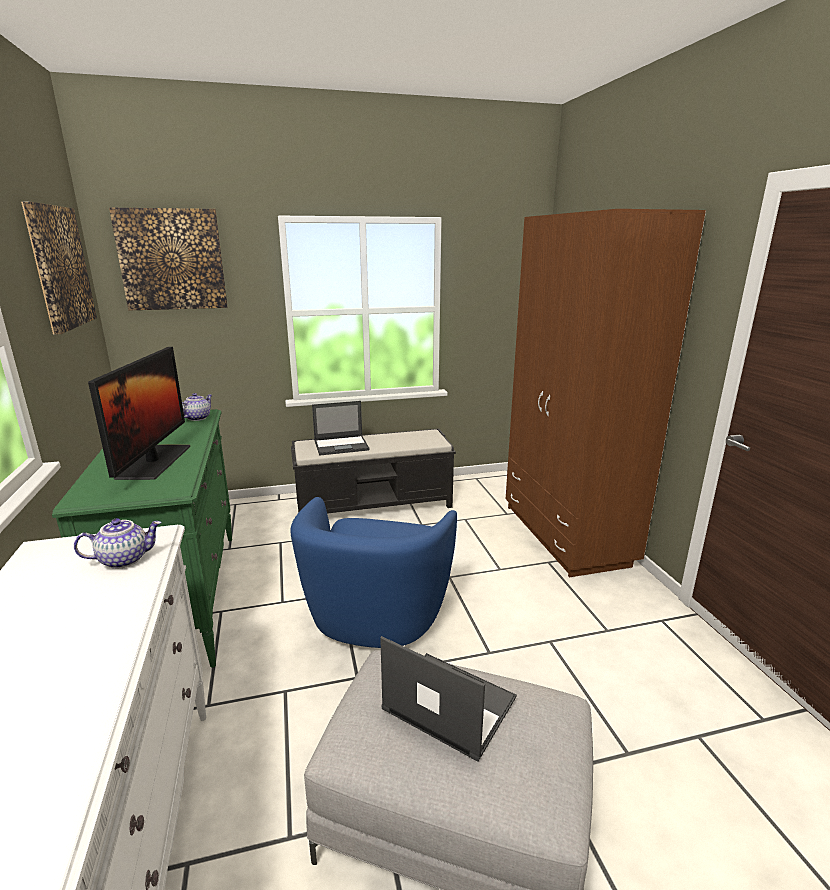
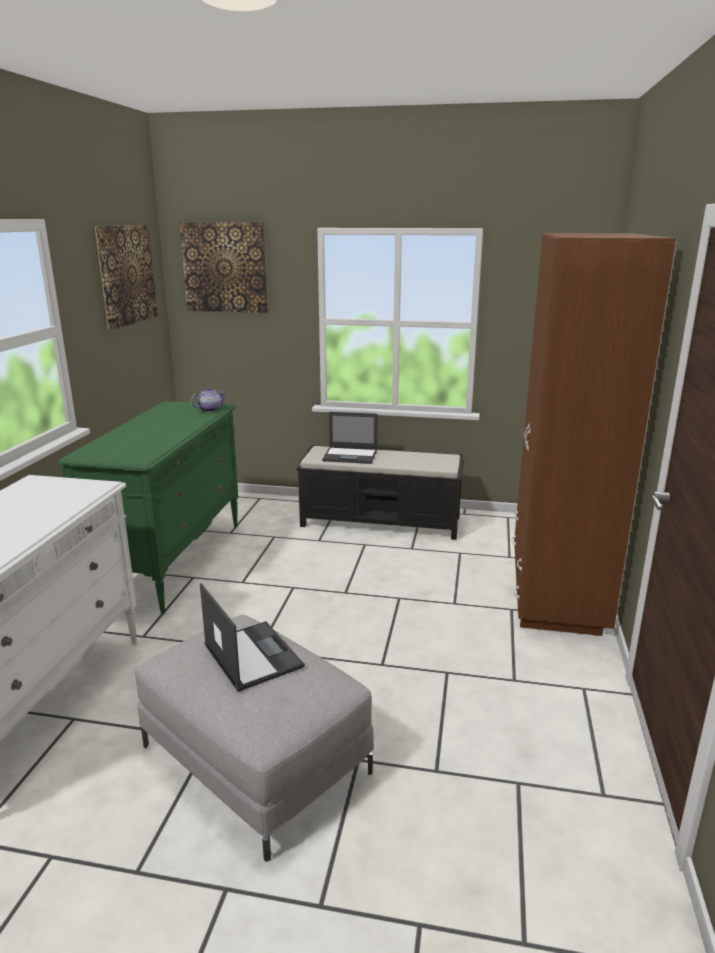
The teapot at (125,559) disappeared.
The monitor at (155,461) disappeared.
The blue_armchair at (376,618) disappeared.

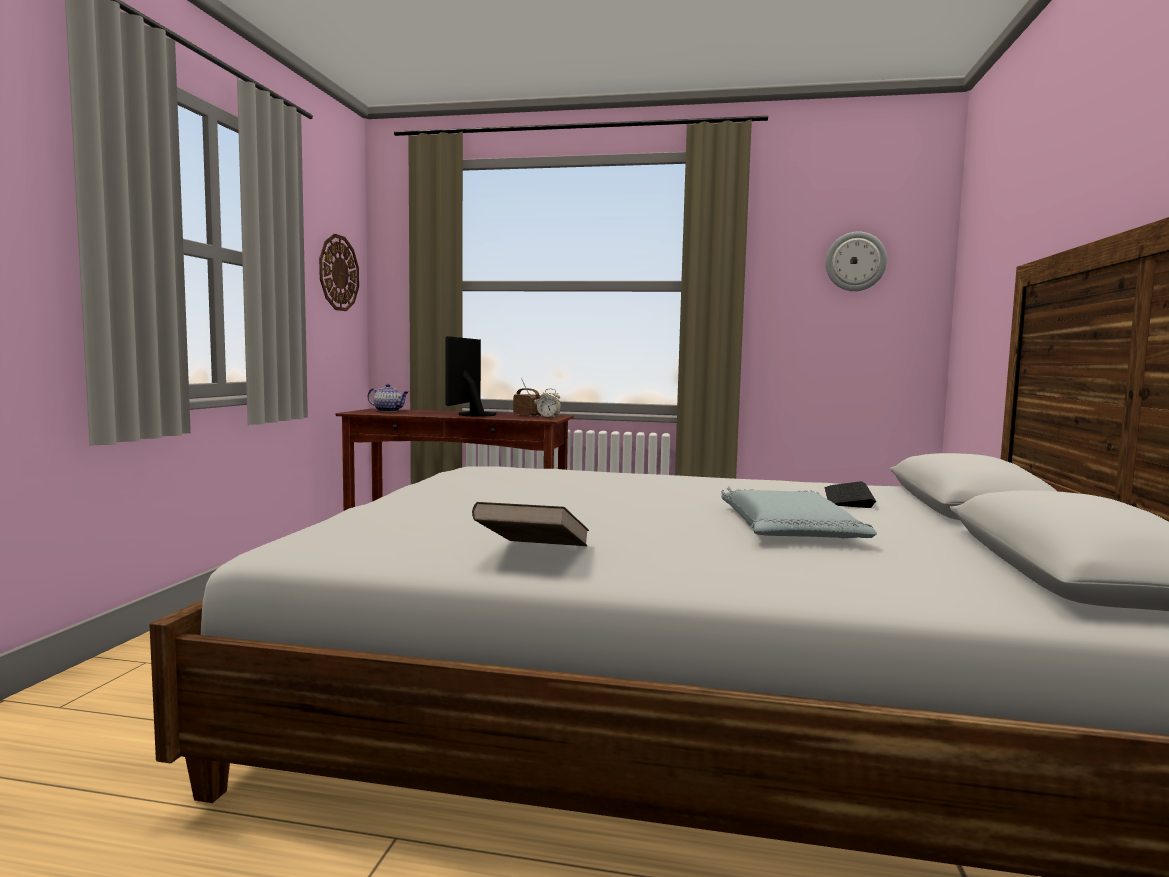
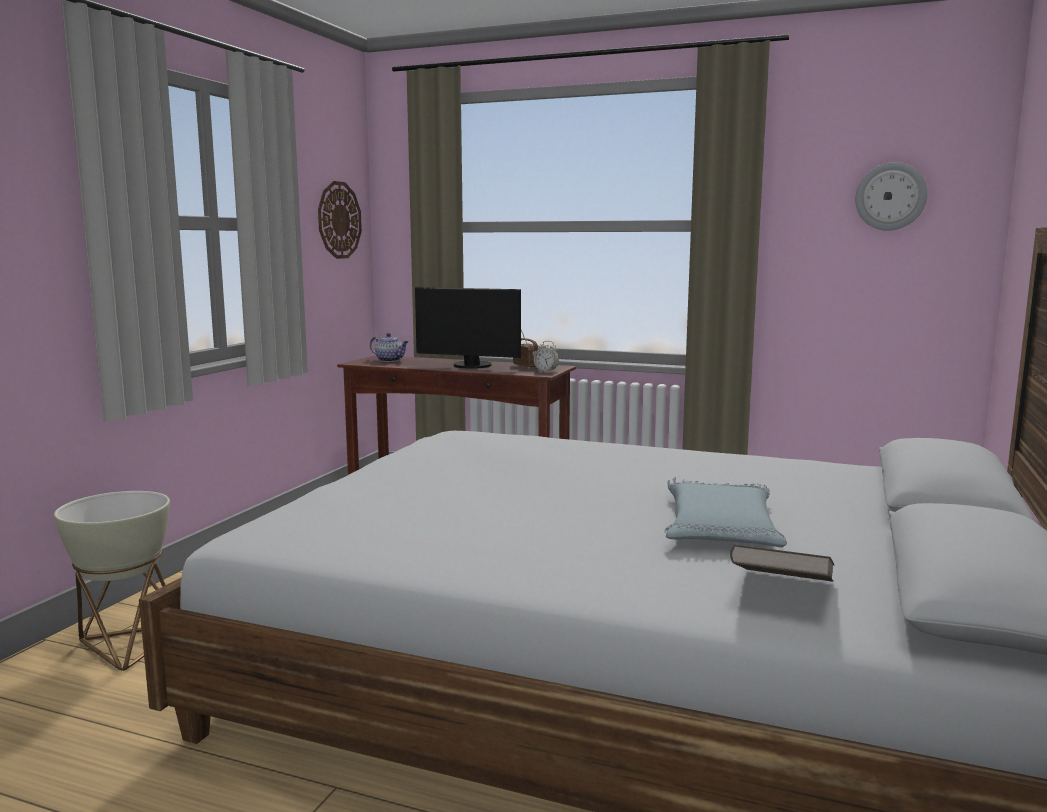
The monitor at (472,414) turned 90 degrees counterclockwise.
The brown_book moved from (533,555) to (782,592).
The keyboard at (848,497) disappeared.
The planter at (128,644) appeared.

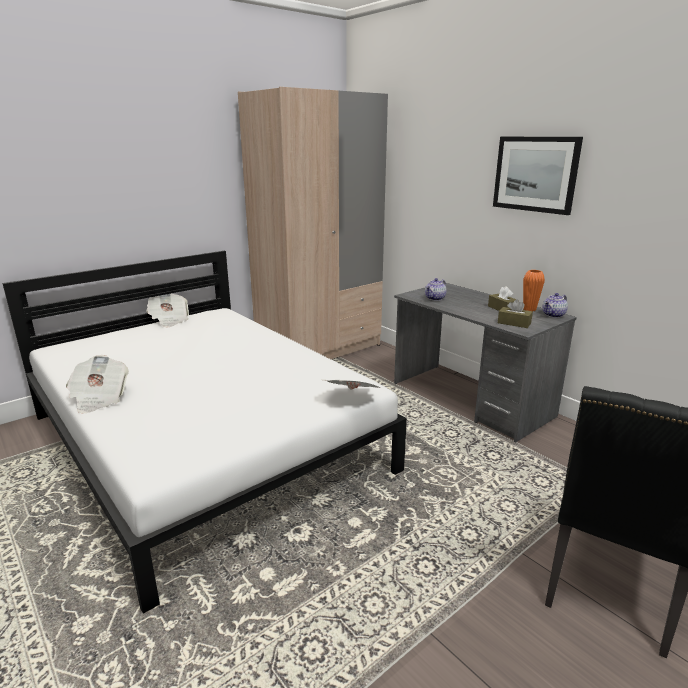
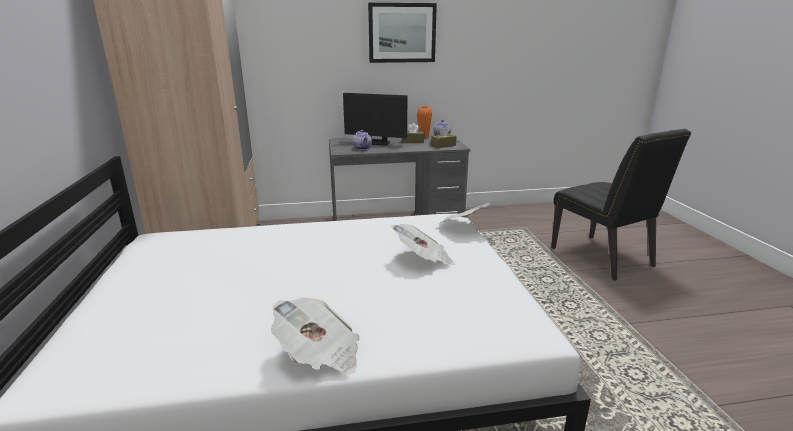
The newspaper moved from (169,320) to (423,259).
The monitor at (376,142) appeared.

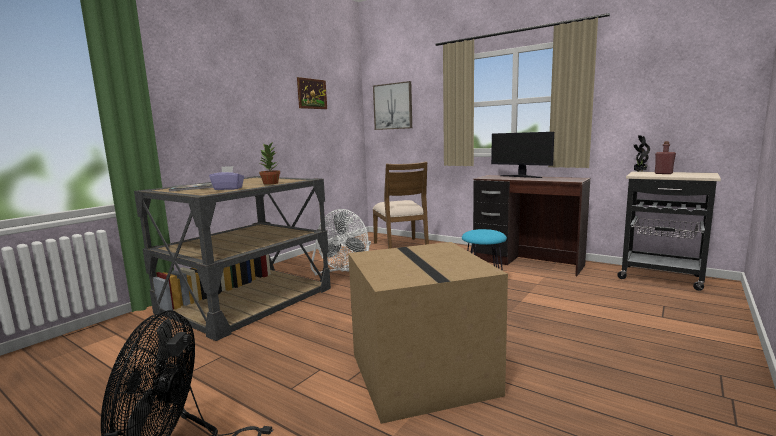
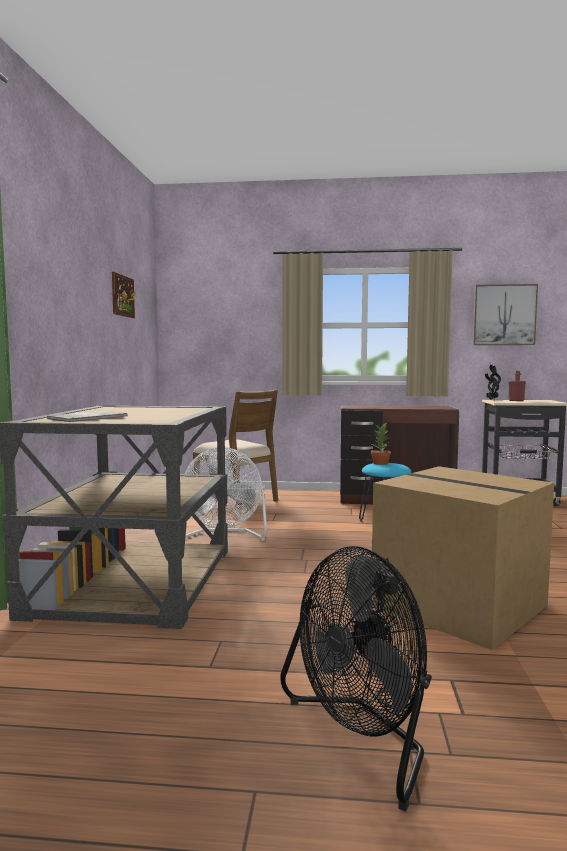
The purple_tissue_box at (228,189) disappeared.
The potted_plant moved from (270,183) to (381,463).
The picture moved from (393,106) to (504,315).
The monitor at (521,176) disappeared.

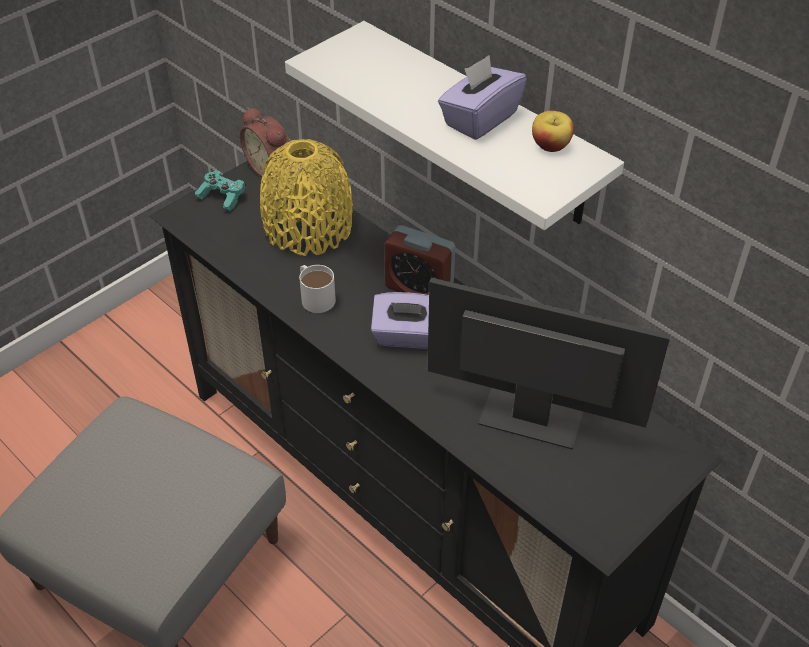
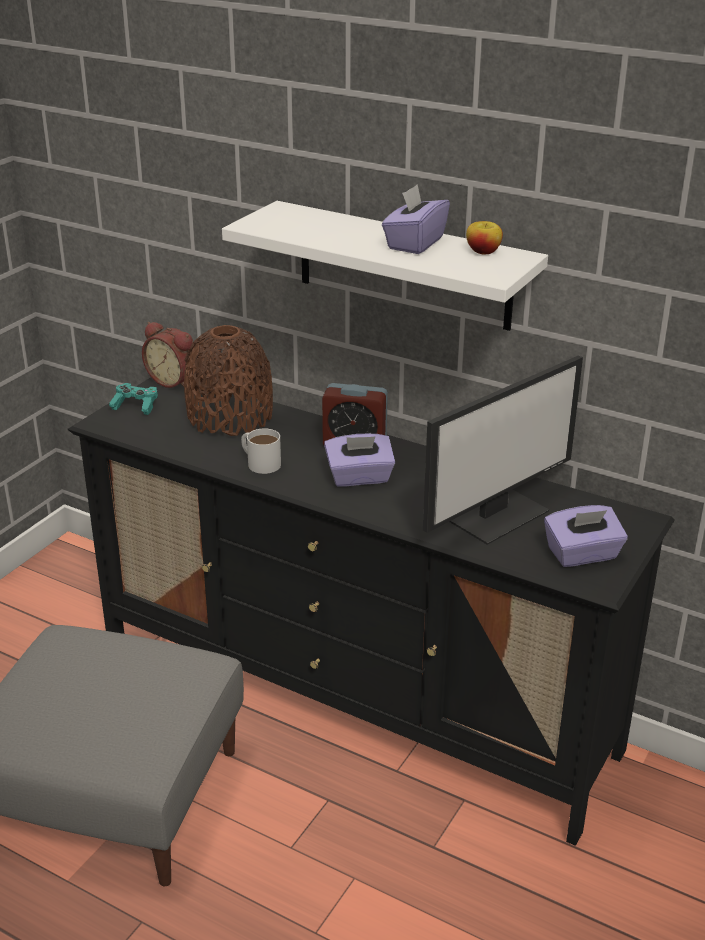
The yellow_vase at (308,228) became the brown_vase at (230,417).
The monitor at (530,416) turned 135 degrees clockwise.
The purple_tissue_box at (582,554) appeared.

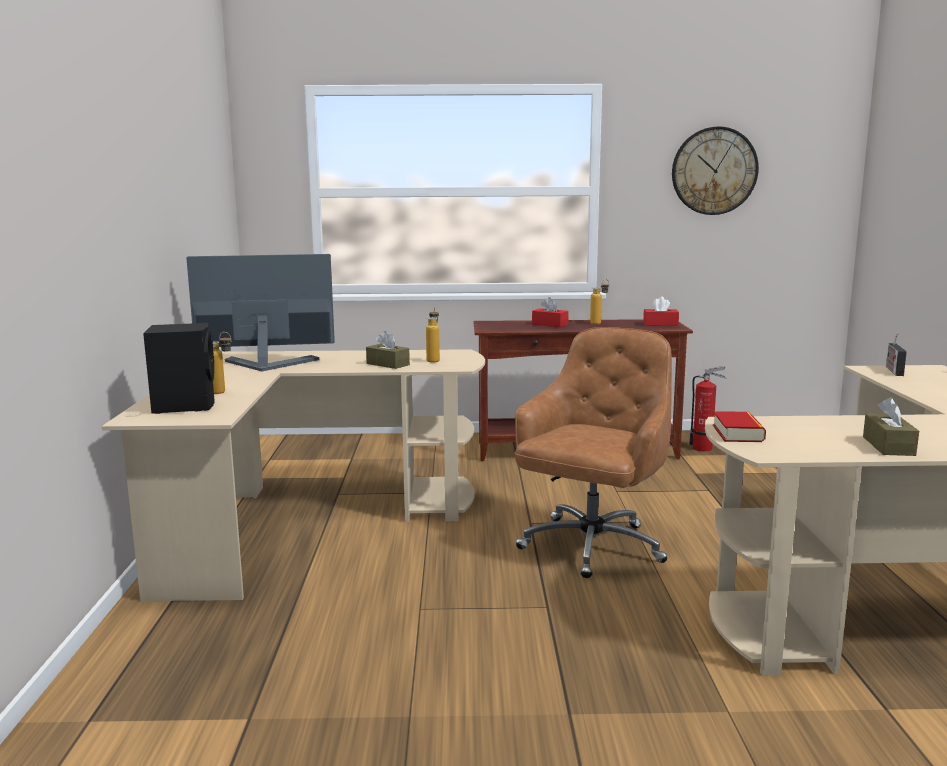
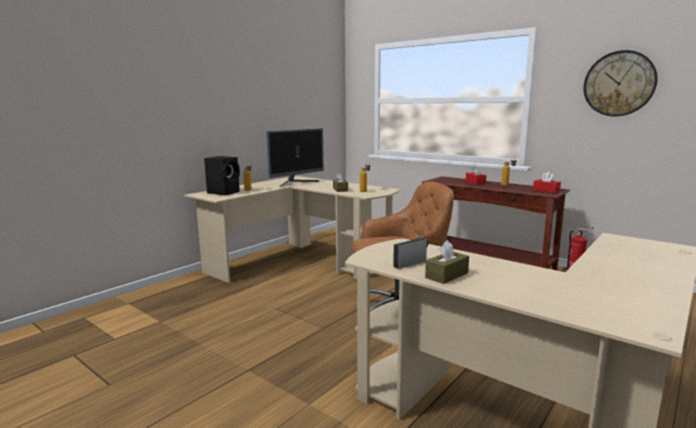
The monitor at (266,365) turned 105 degrees clockwise.
The book at (737,433) disappeared.
The radio moved from (893,370) to (411,263).

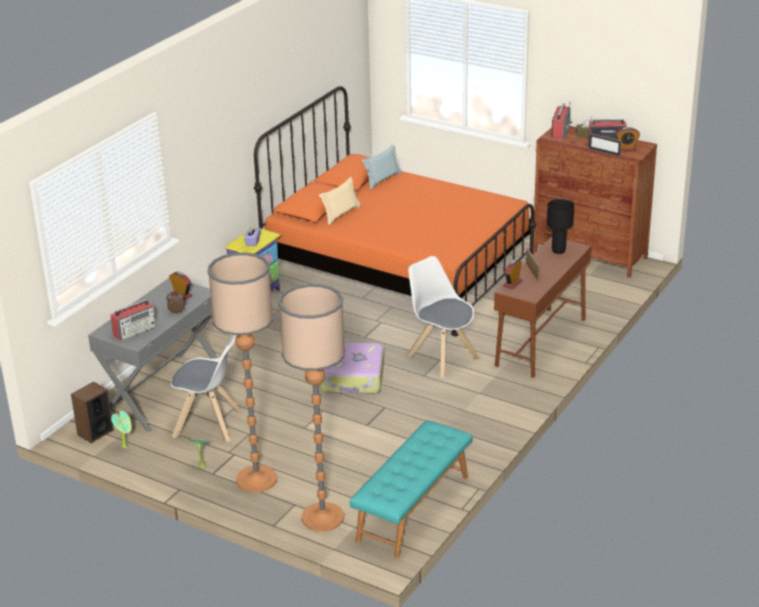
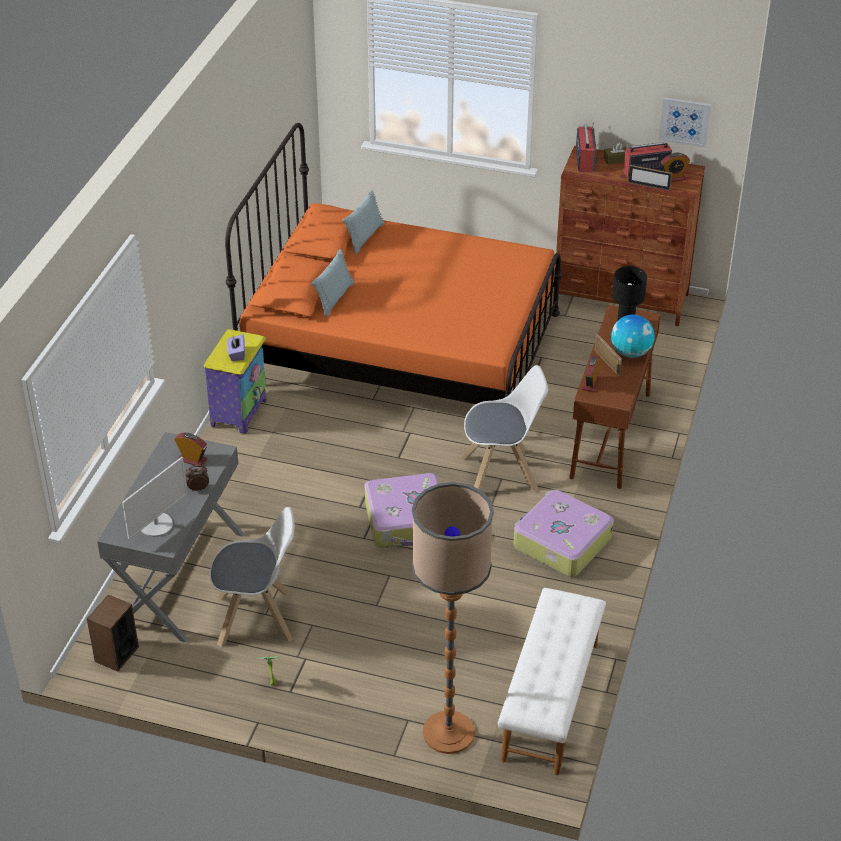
The radio at (135,330) was replaced by the monitor at (156,525).
The potted_plant at (125,446) disappeared.
The floor_lamp at (257,479) disappeared.
The beige_pillow at (340,214) became the blue_pillow at (334,298).
The turquoise_bench at (414,508) became the white_bench at (551,701).
The chair at (441,356) turned 135 degrees clockwise.
The suitcase at (561,542) appeared.
The globe at (631,353) appeared.
The picture at (684,121) appeared.

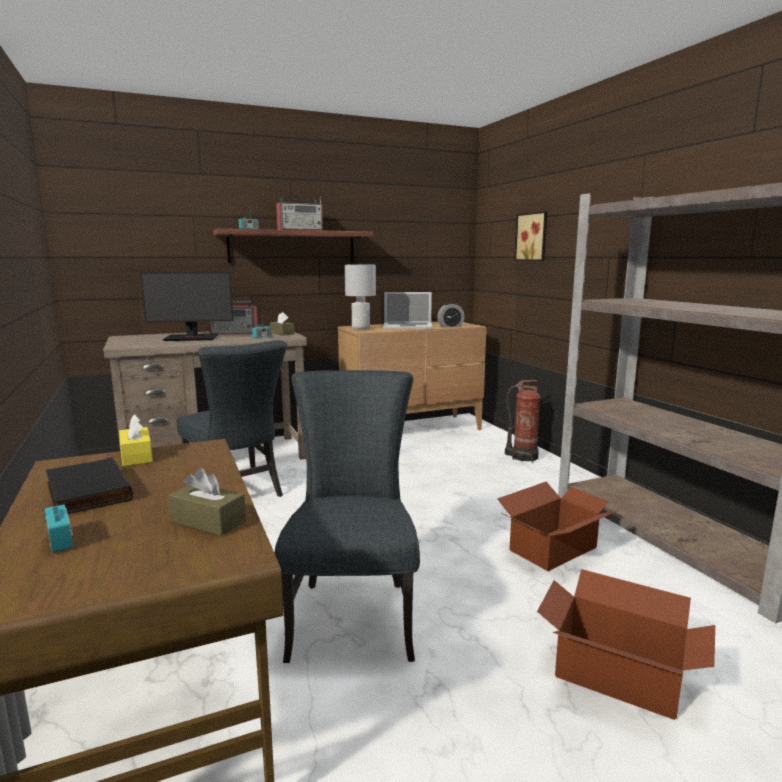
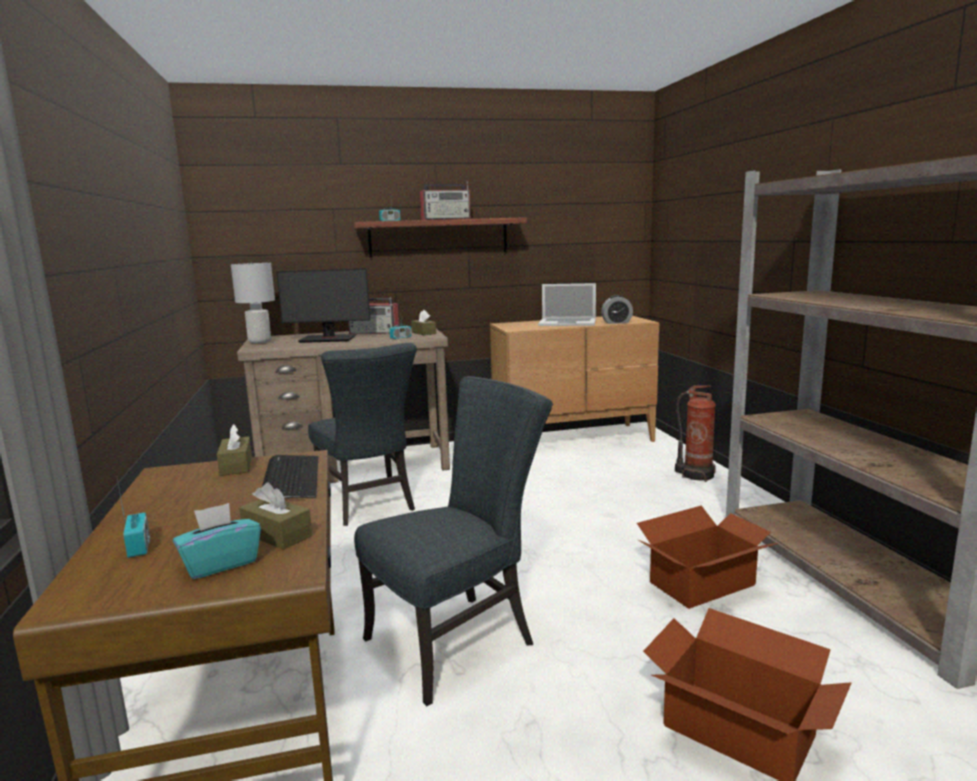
The black_book at (85,492) disappeared.
The yellow_tissue_box at (136,456) became the brown_tissue_box at (236,465).
The grey_chair at (353,612) turned 45 degrees clockwise.
The grey_table_lamp moved from (361,329) to (260,342).
The picture at (533,237) disappeared.
The turquoise_tissue_box at (220,564) appeared.
The keyboard at (290,479) appeared.

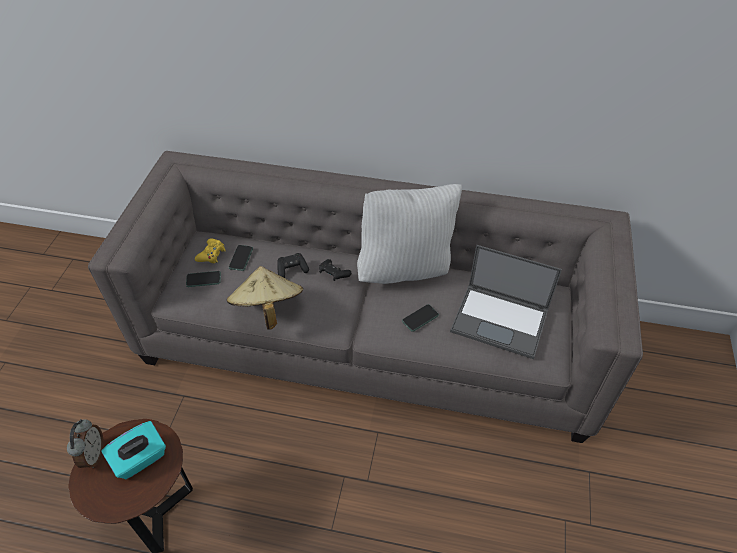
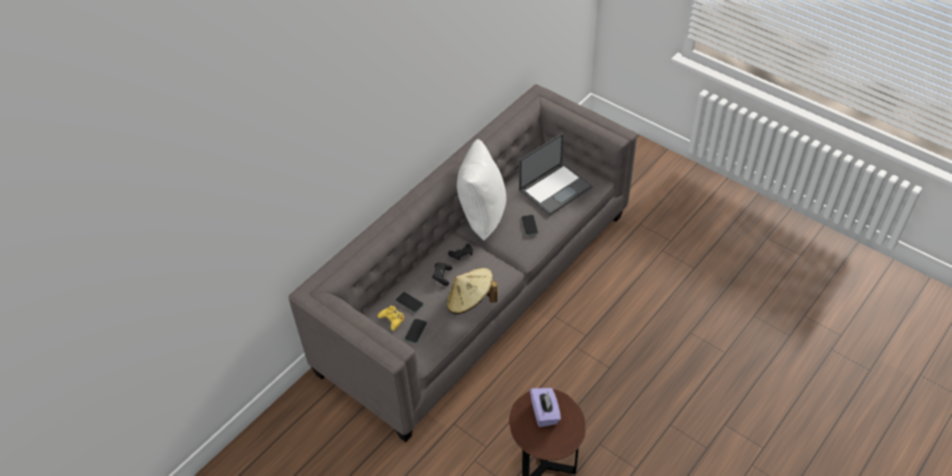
The alarm_clock at (93,455) disappeared.
The turquoise_tissue_box at (140,459) became the purple_tissue_box at (545,413).

